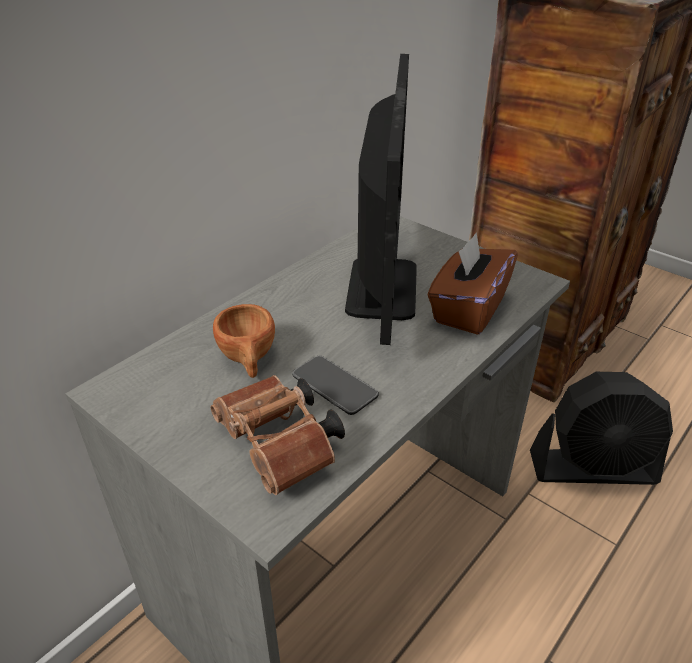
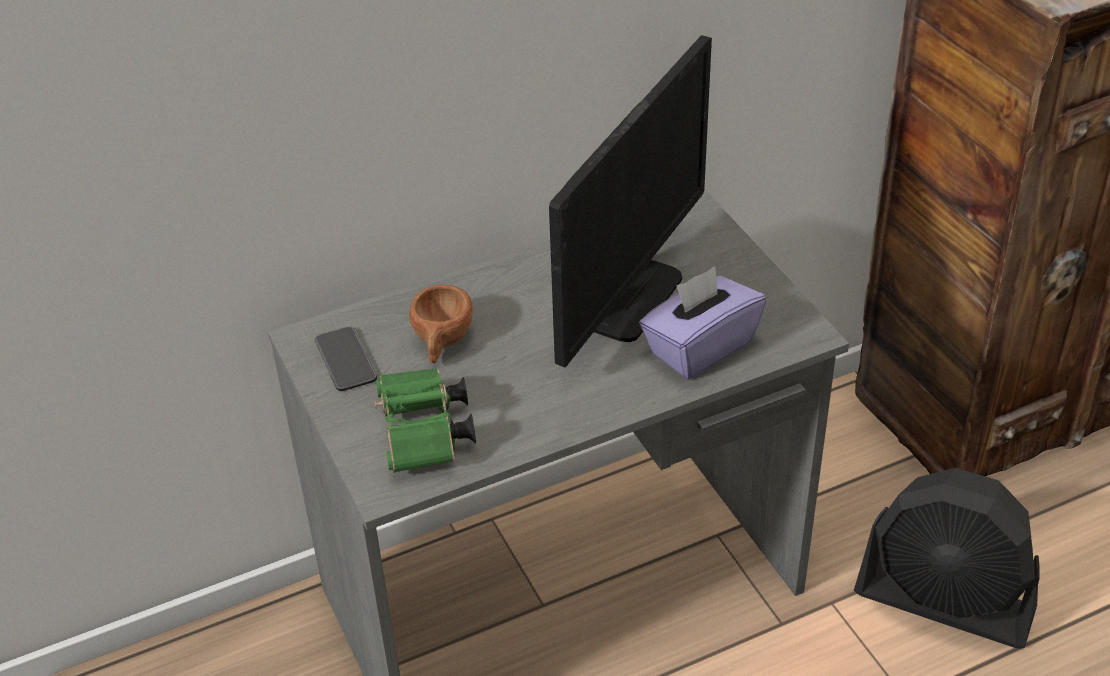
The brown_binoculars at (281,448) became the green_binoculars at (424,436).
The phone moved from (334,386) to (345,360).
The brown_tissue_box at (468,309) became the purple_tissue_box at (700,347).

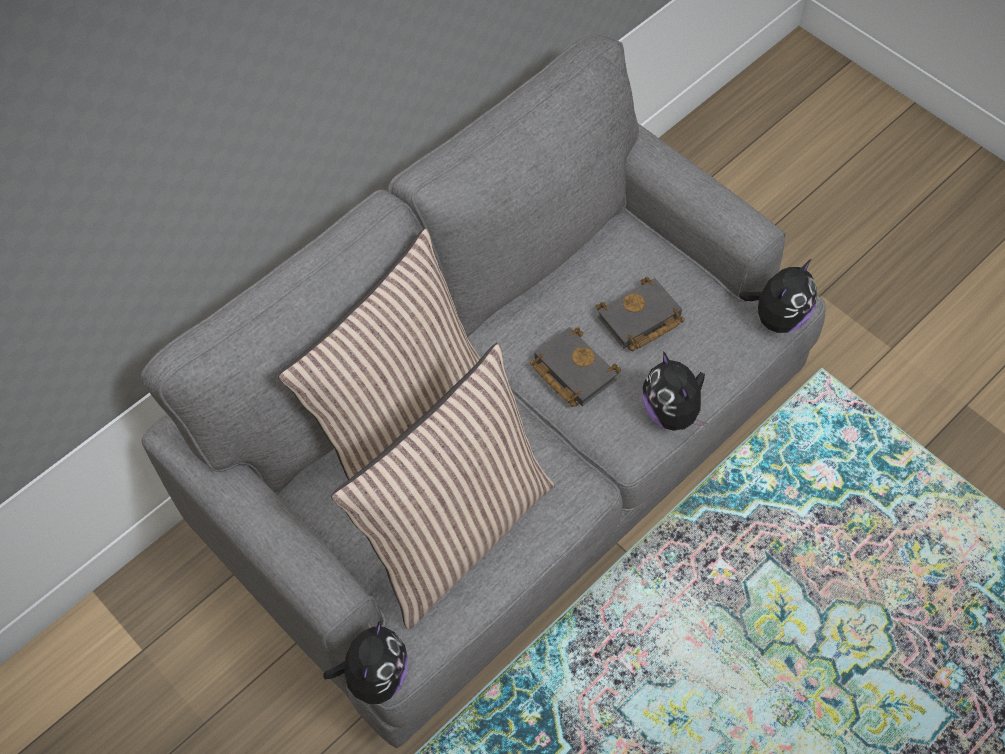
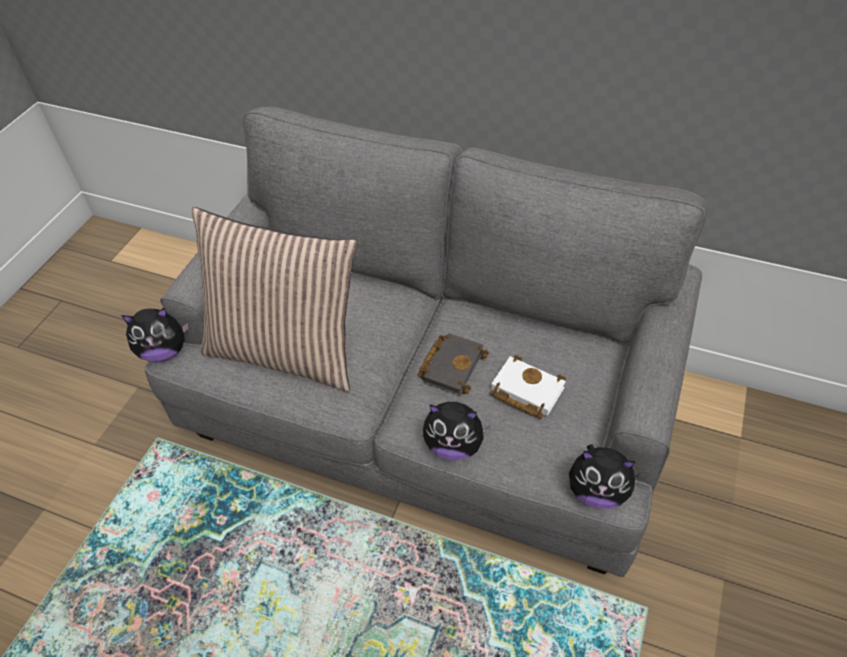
The pillow at (401,419) disappeared.
The black_book at (639,321) became the white_book at (524,391).
The plush_toy at (672,412) turned 120 degrees counterclockwise.

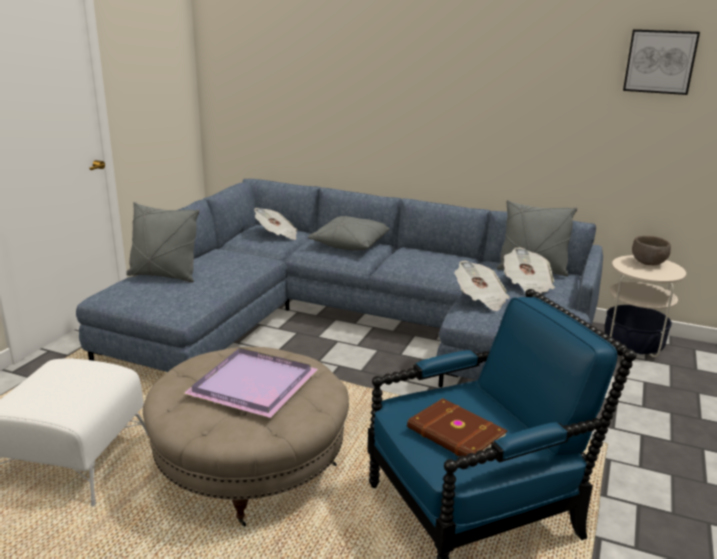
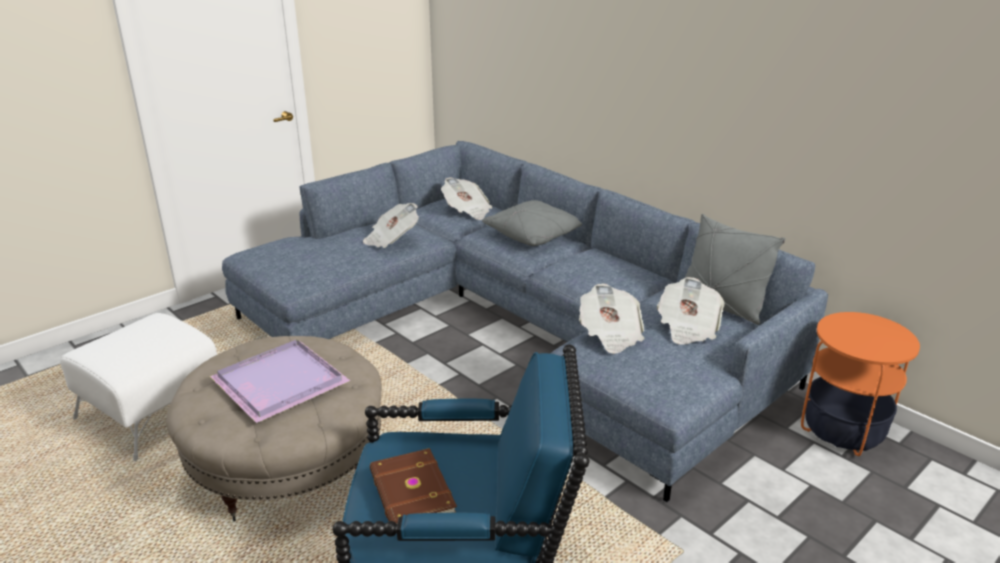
The grey_pillow at (164,276) disappeared.
The beige_side_table at (633,345) became the orange_side_table at (843,432).
The picture at (660,61) disappeared.
The brown_bowl at (648,263) disappeared.
The newspaper at (391,239) appeared.

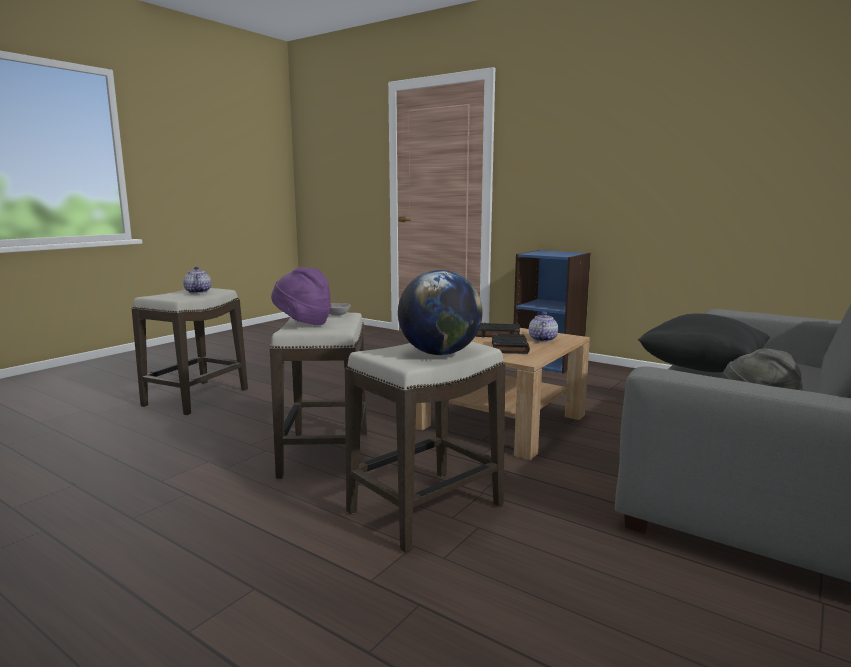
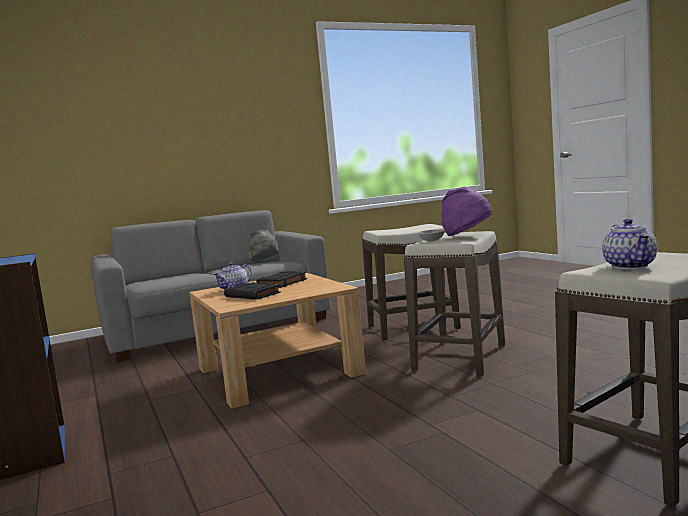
The globe at (439,353) disappeared.
The black_pillow at (701,369) disappeared.

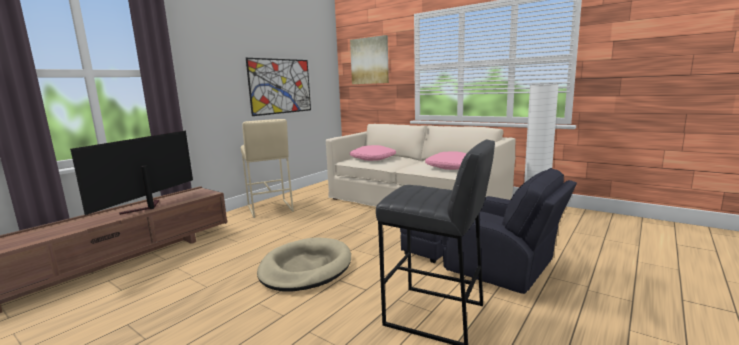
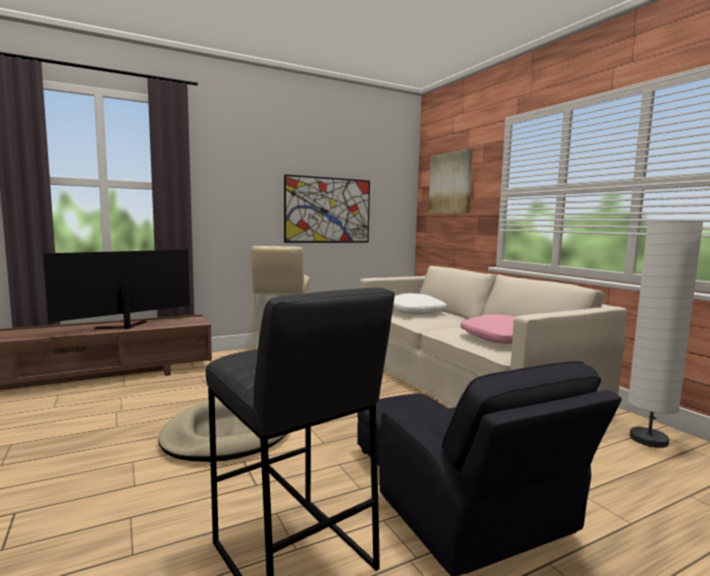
The pink_pillow at (373,158) became the white_pillow at (415,312).

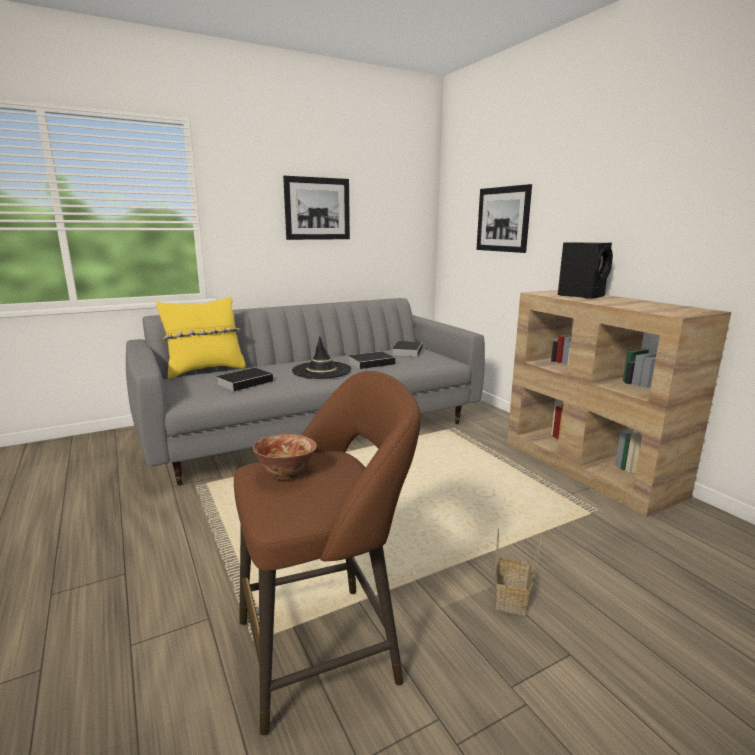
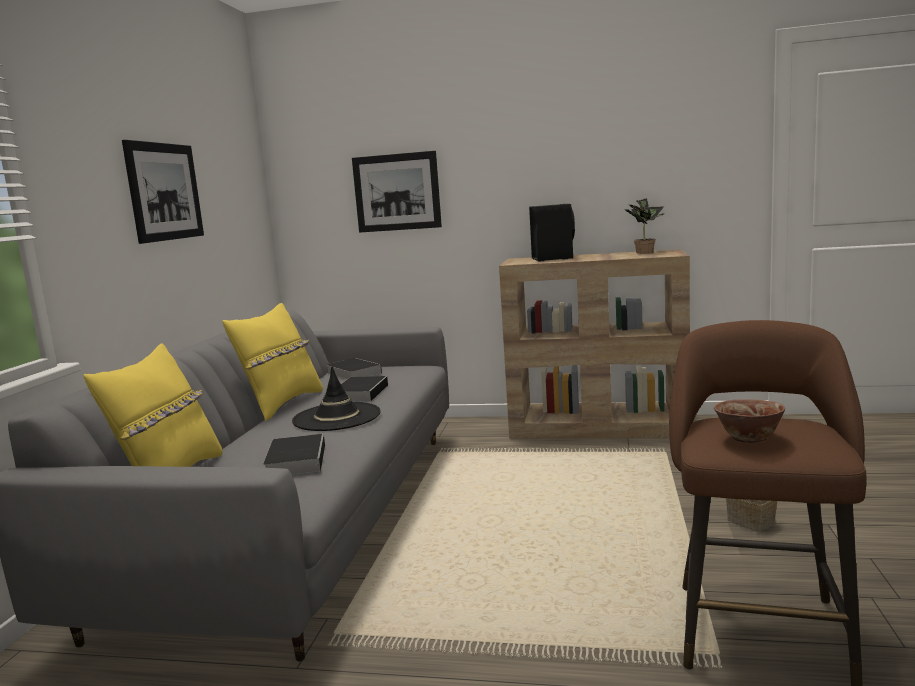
The yellow_pillow at (282,404) appeared.
The potted_plant at (645,252) appeared.

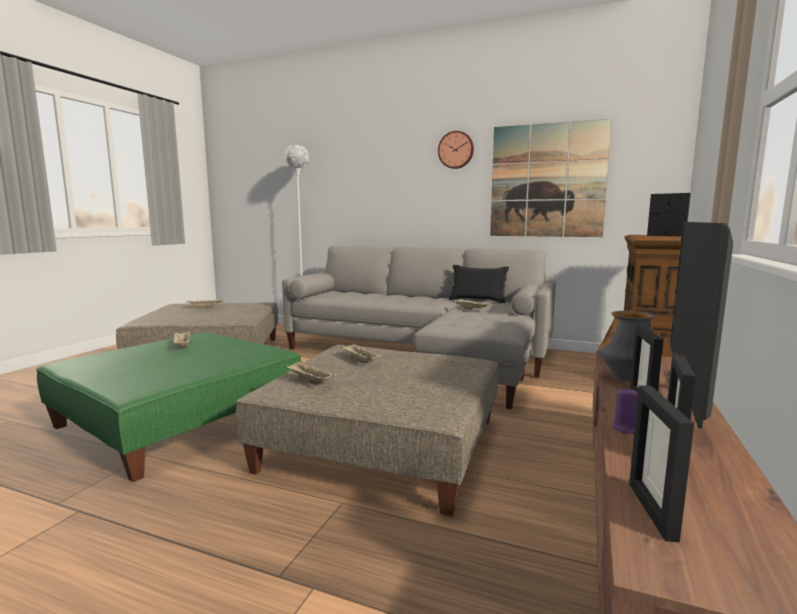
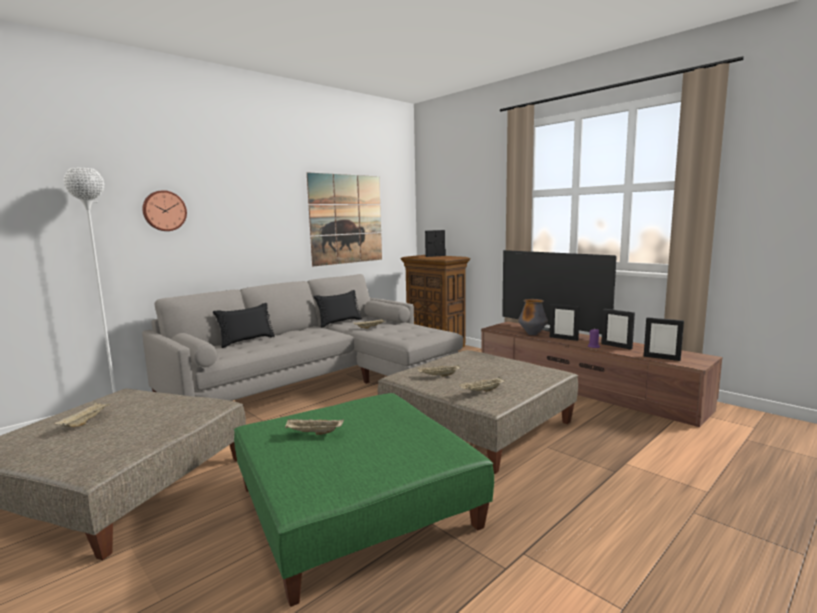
The wall_clock moved from (456,150) to (164,211).
The black_pillow at (246,341) appeared.

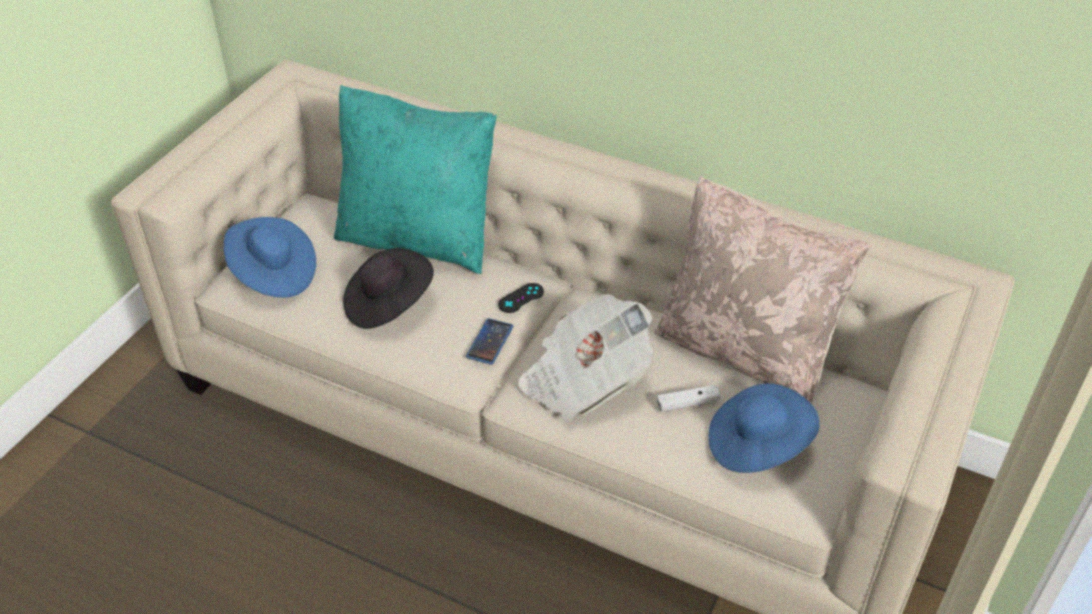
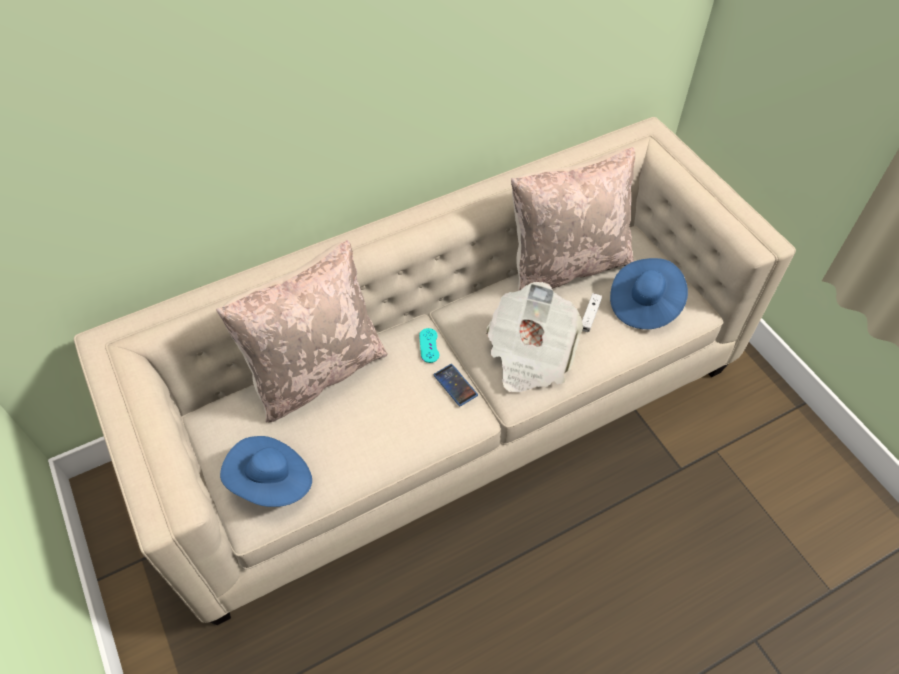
The turquoise_pillow at (418,238) became the beige_pillow at (316,370).
The black_hat at (387,304) disappeared.
The black_game_controller at (521,298) became the turquoise_game_controller at (429,345).

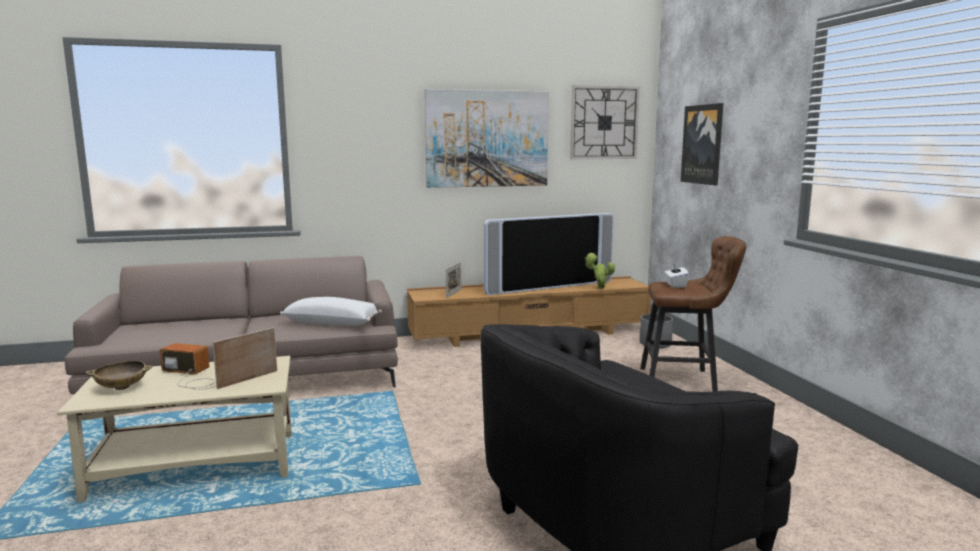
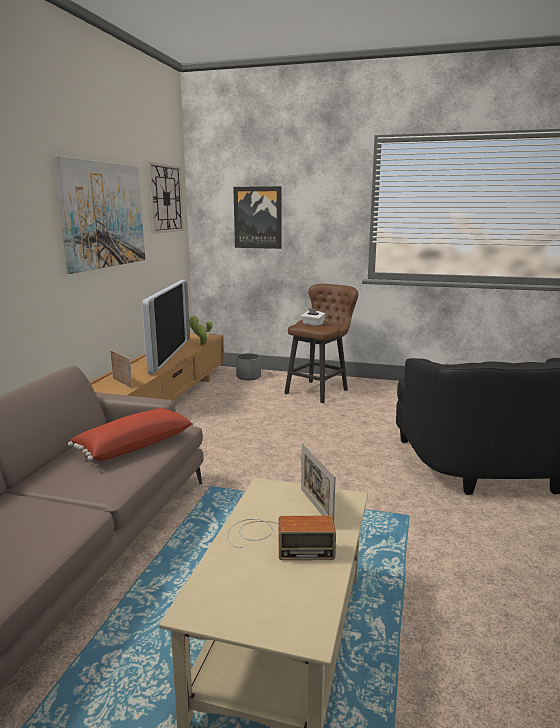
The beige_bowl at (122,388) disappeared.
The radio at (194,377) turned 135 degrees counterclockwise.
The white_pillow at (334,323) became the red_pillow at (134,445).

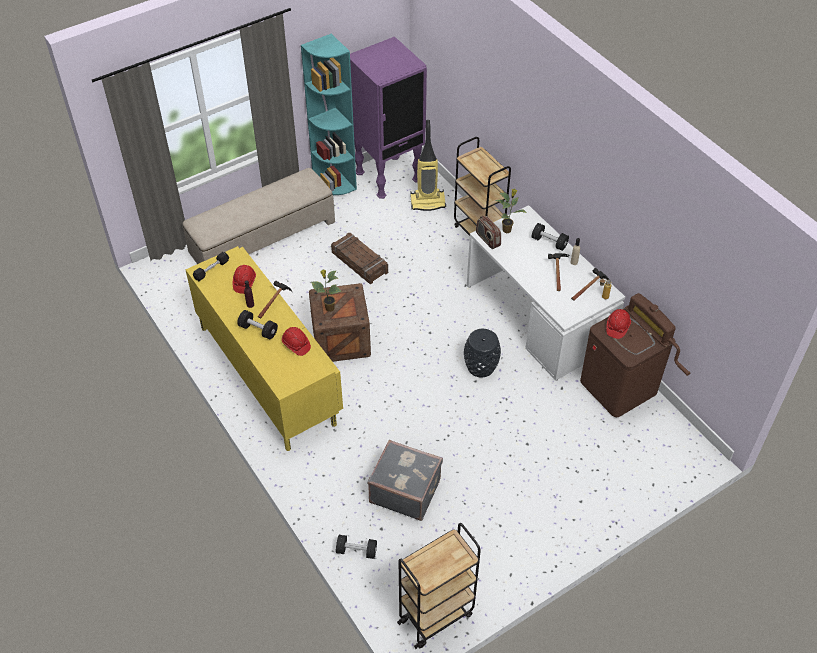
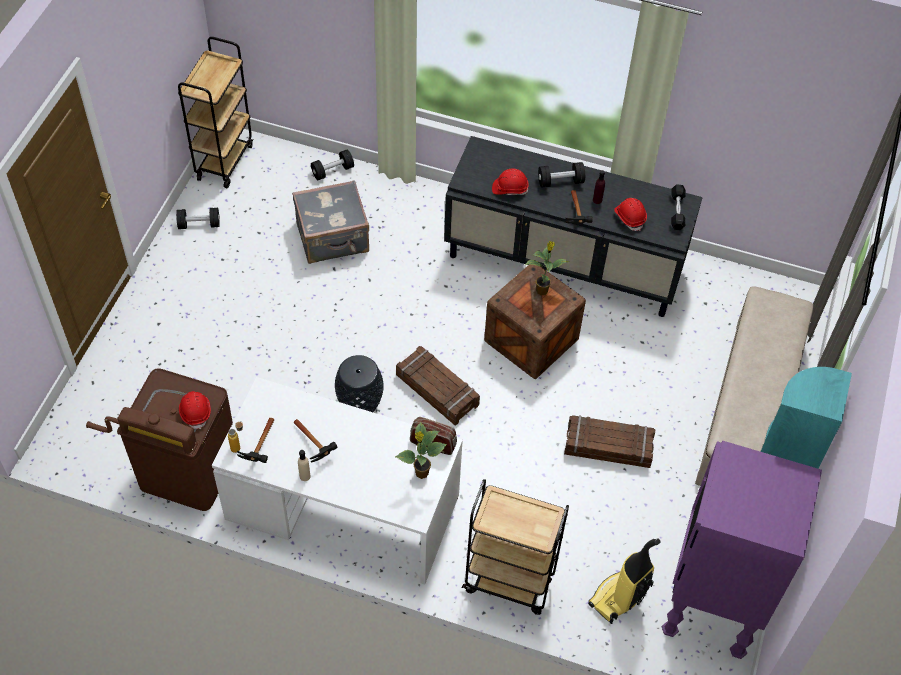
The yellow_cabinet at (269,373) became the black_cabinet at (563,264).
The black_dumbbell moved from (549,242) to (199,224).
The crate at (437,390) appeared.

